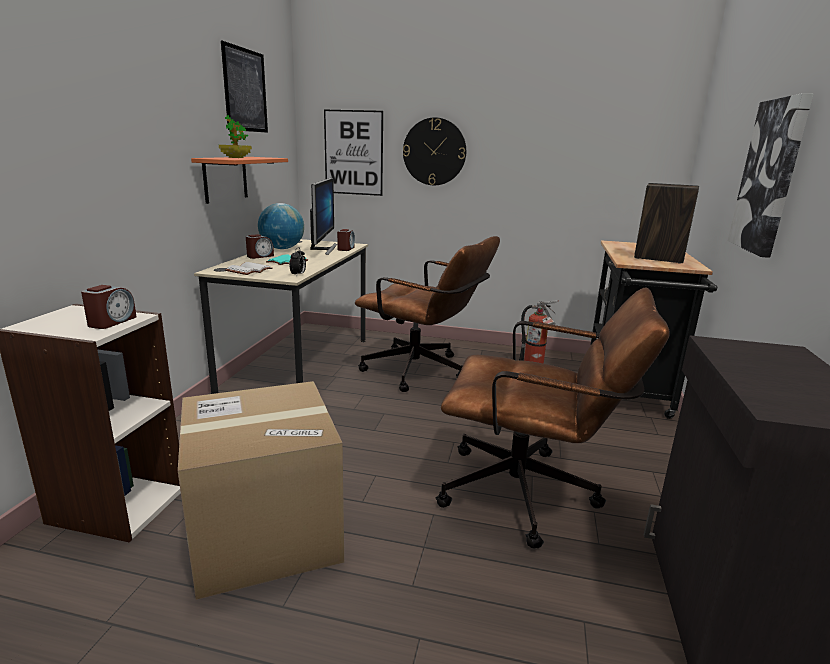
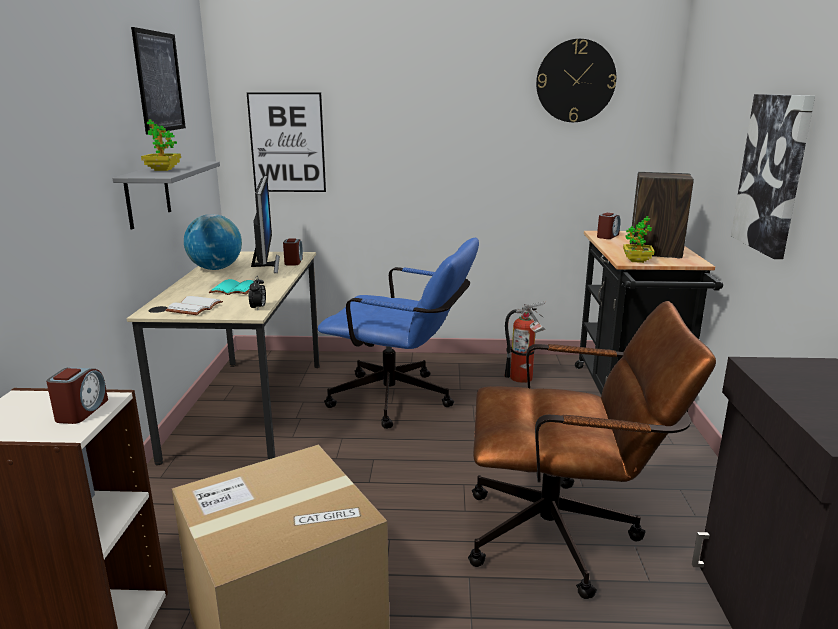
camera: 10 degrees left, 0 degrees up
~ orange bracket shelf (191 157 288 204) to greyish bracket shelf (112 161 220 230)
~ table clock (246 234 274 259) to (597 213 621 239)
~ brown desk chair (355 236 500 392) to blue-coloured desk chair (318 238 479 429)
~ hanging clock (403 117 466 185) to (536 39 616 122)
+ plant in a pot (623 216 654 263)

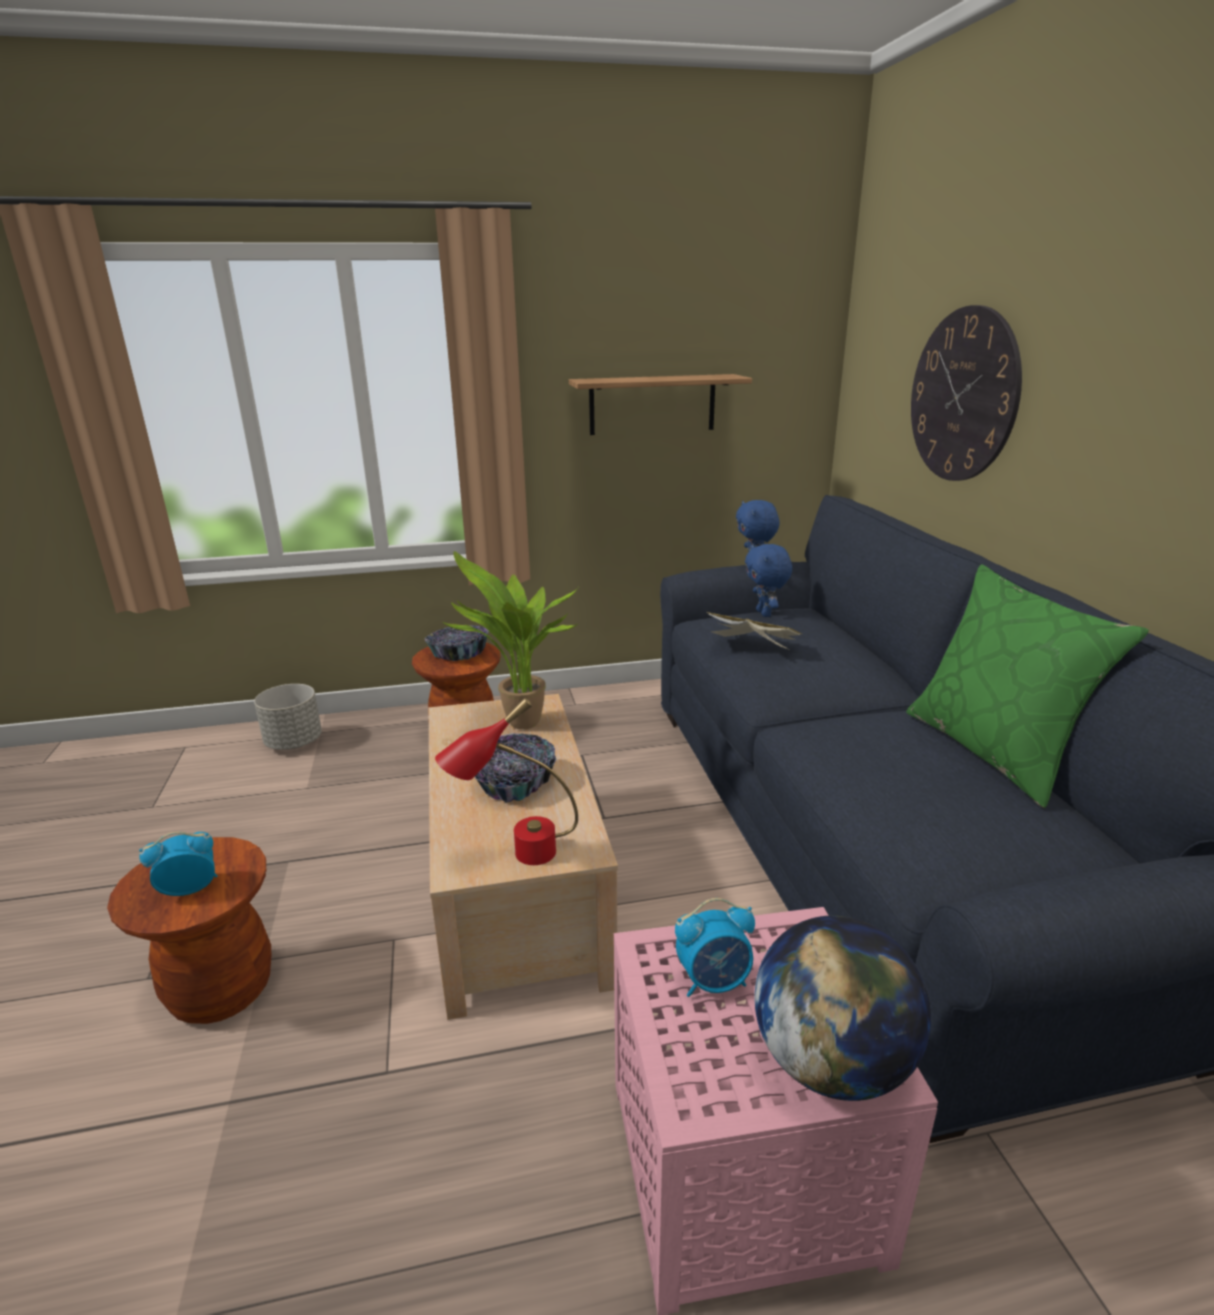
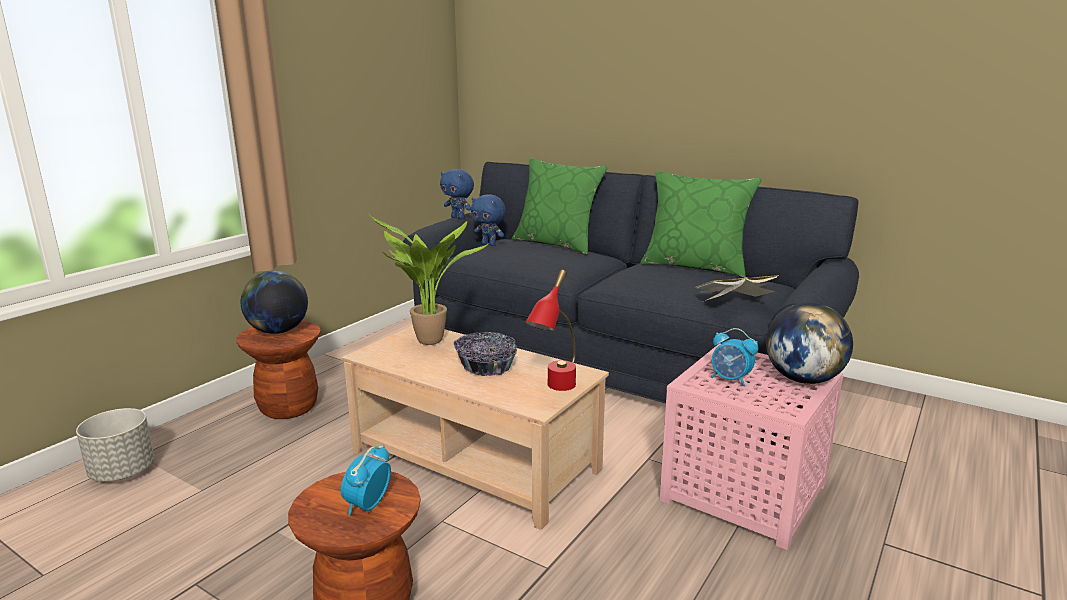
camera: 45 degrees left, 5 degrees down
~ bowl (425 625 489 661) to globe (241 271 308 334)
- bracket shelf (569 374 752 435)
~ table clock (675 898 755 997) = (711 328 758 386) 90 degrees clockwise
~ bound book (707 612 802 650) to (695 275 779 301)
- hanging clock (911 305 1022 481)
+ greenish cushion (512 158 608 255)

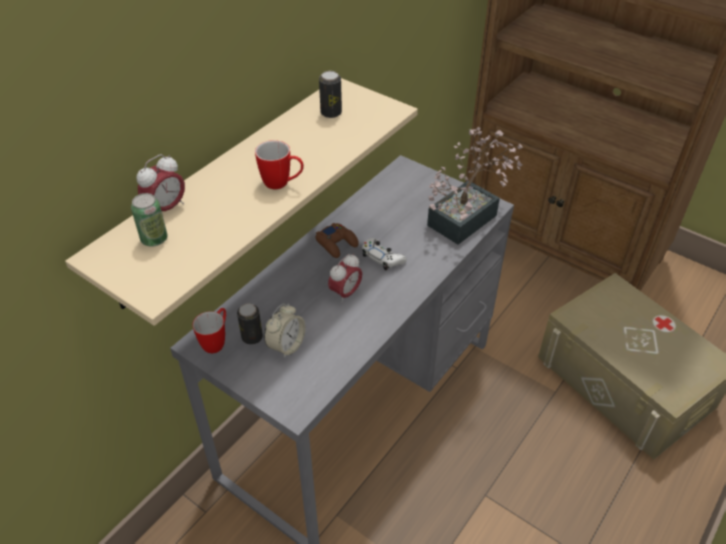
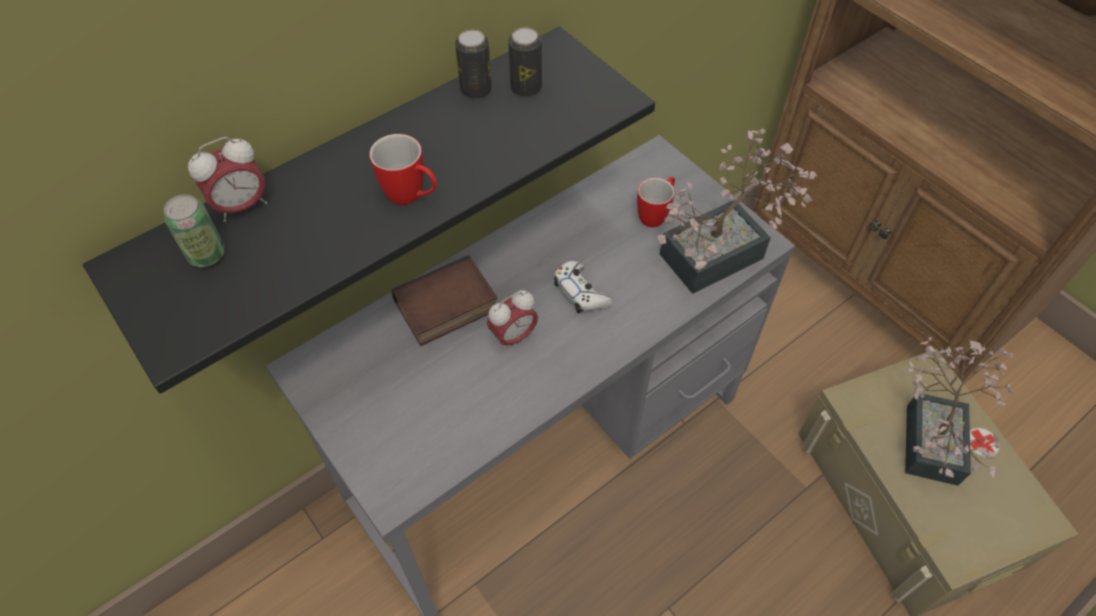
camera: 15 degrees right, 10 degrees up
~ sand-coloured bracket shelf (65 78 418 326) to blackish bracket shelf (83 27 655 394)
~ tea mug (192 308 226 353) to (637 177 675 227)
~ can (237 303 263 345) to (455 30 492 99)
- table clock (264 303 305 359)
- brown joypad (315 223 359 258)
+ bound book (392 255 497 346)
+ plant in a pot (905 337 1013 486)

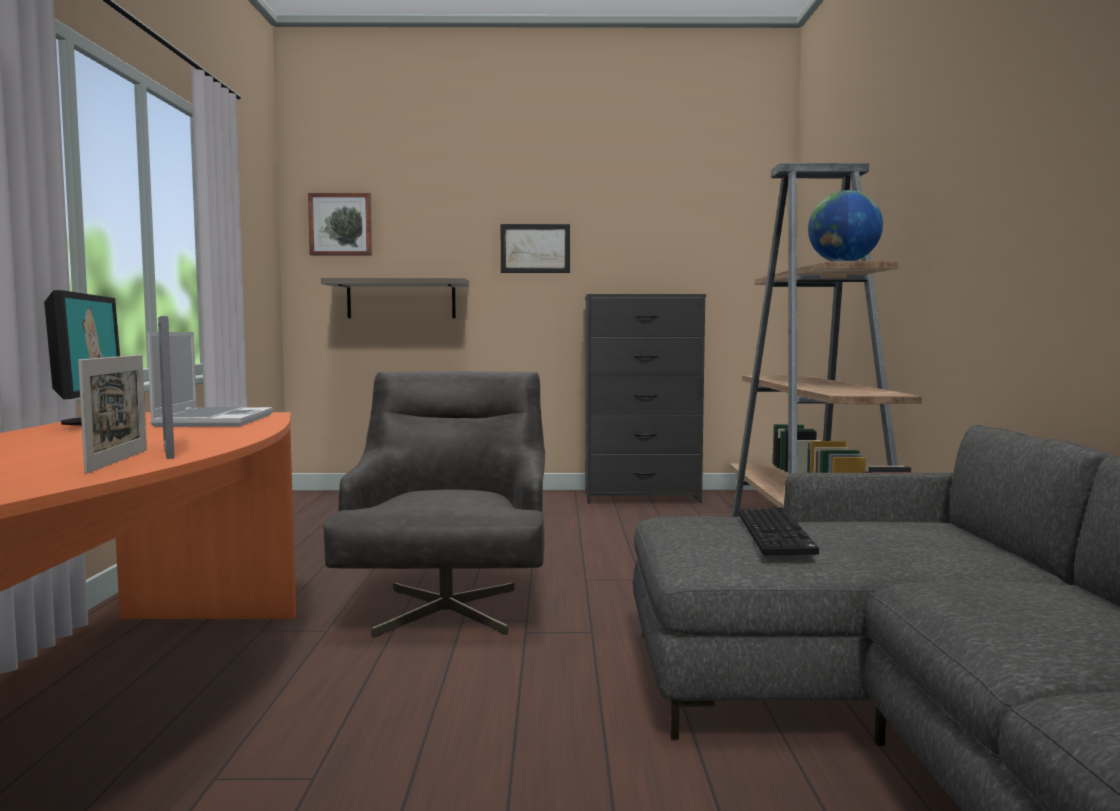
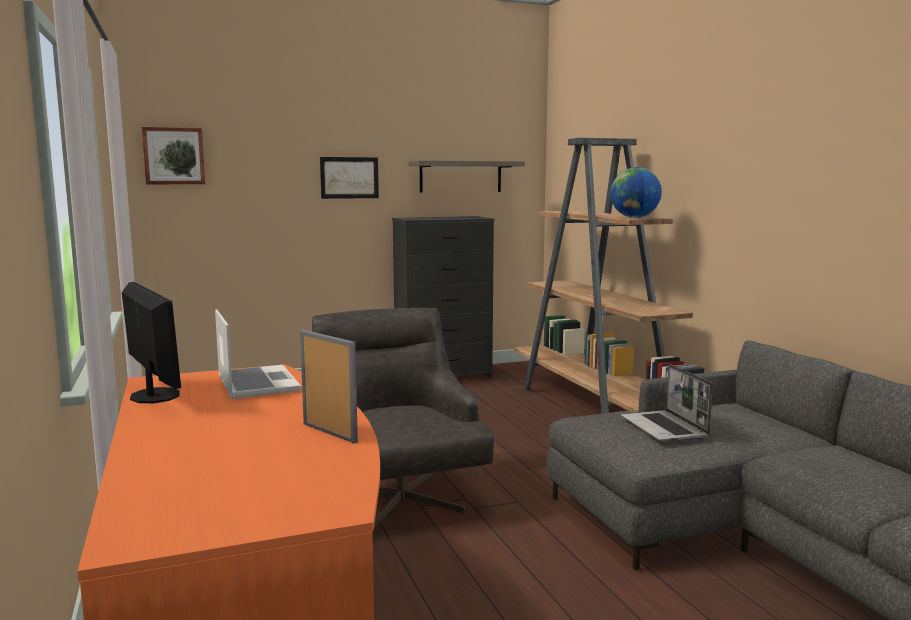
camera: 20 degrees left, 5 degrees up
- standing frame (78 355 147 474)
~ bracket shelf (321 278 469 318) to (409 160 525 192)
~ PC keyboard (739 507 819 556) to laptop (621 364 713 442)

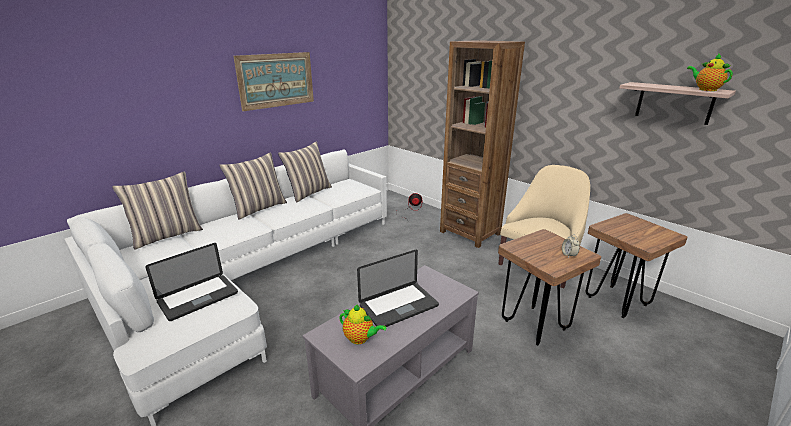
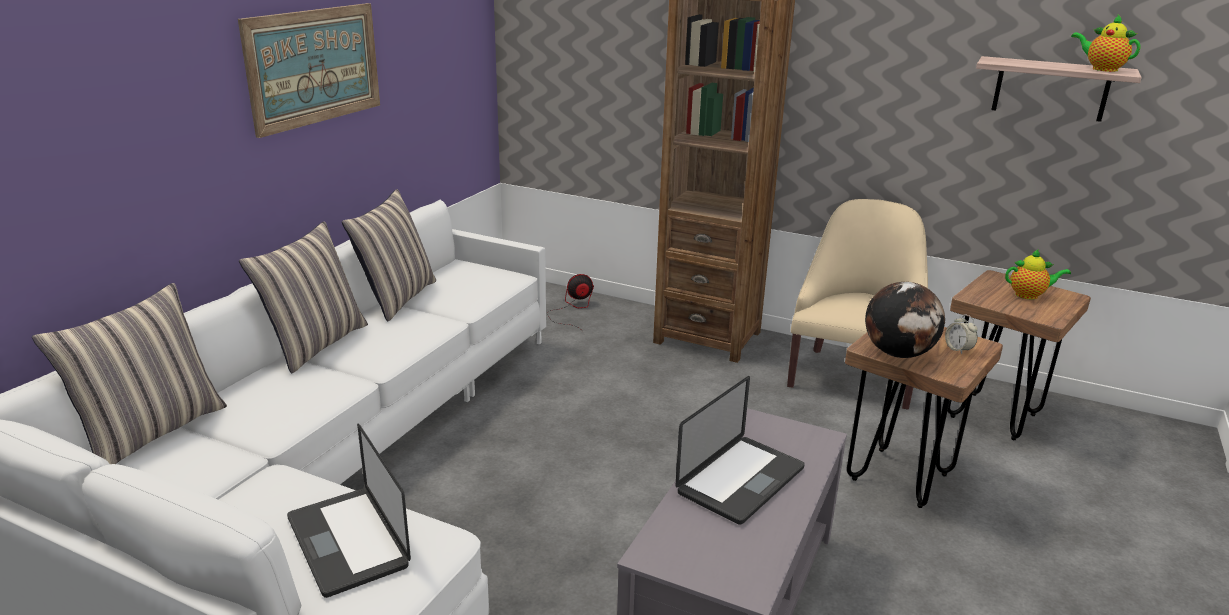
camera: 20 degrees left, 0 degrees up
~ laptop (145 243 238 321) = (287 424 411 598) 120 degrees clockwise
~ tea pot (339 304 386 344) to (1005 249 1071 299)
+ globe (865 282 945 358)

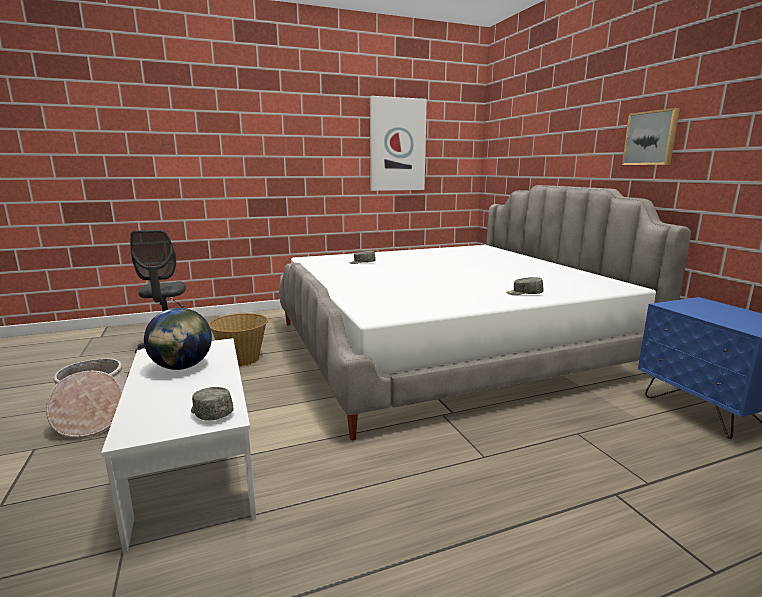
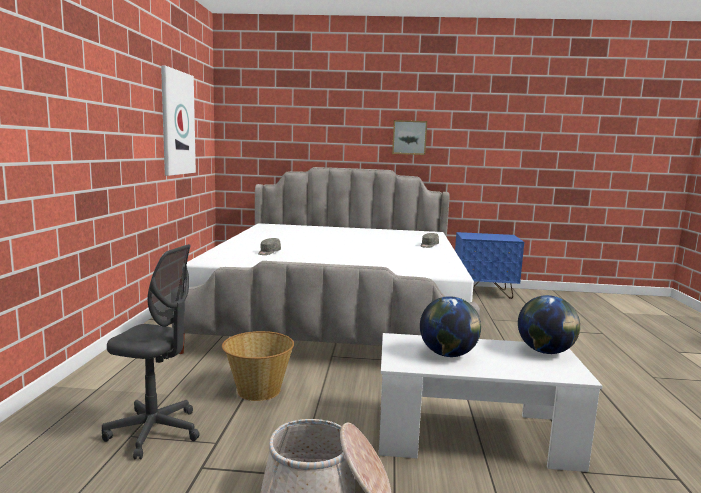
camera: 65 degrees left, 5 degrees down
~ greyish baseball cap (191 387 234 421) to globe (518 295 580 354)

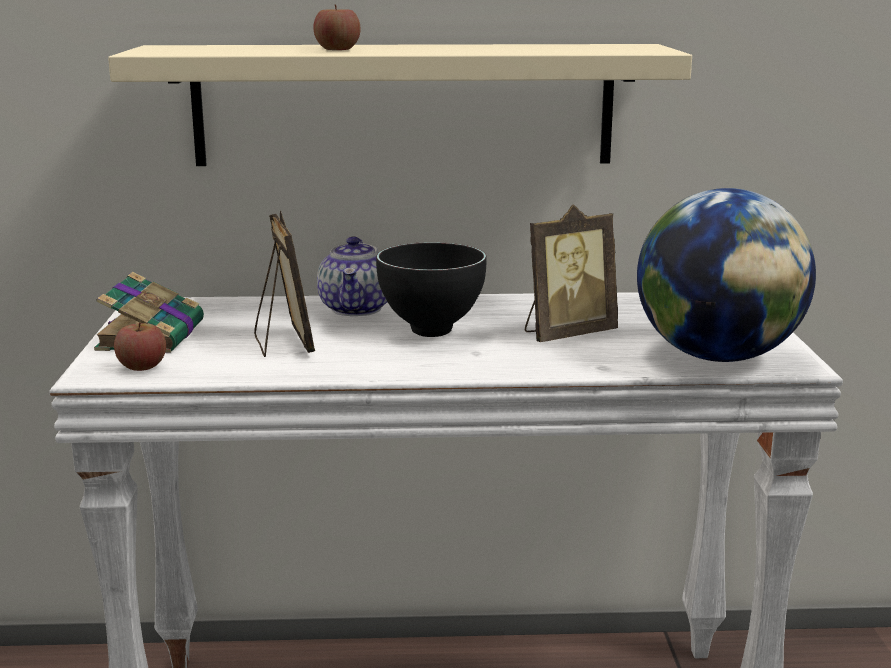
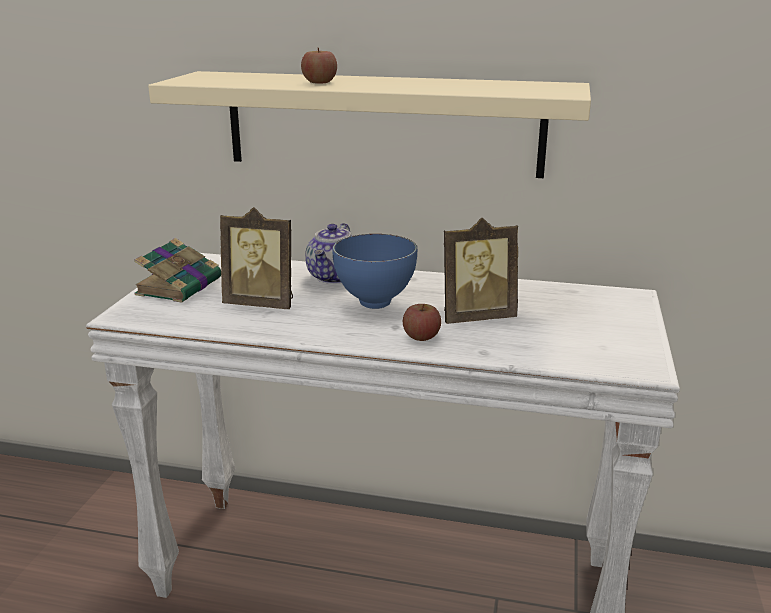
camera: 15 degrees right, 5 degrees up
~ apple fruit (114 322 166 371) to (403 304 441 341)
~ standing frame (254 211 315 357) = (220 207 293 309) 105 degrees clockwise
~ blackish bowl (376 242 487 337) to blue-coloured bowl (332 234 417 309)
- globe (637 188 816 362)

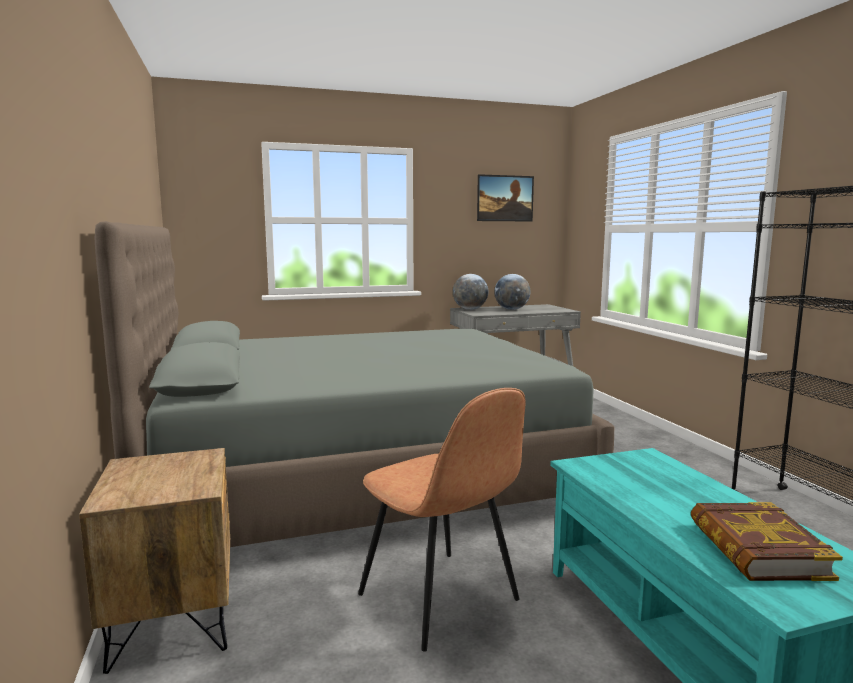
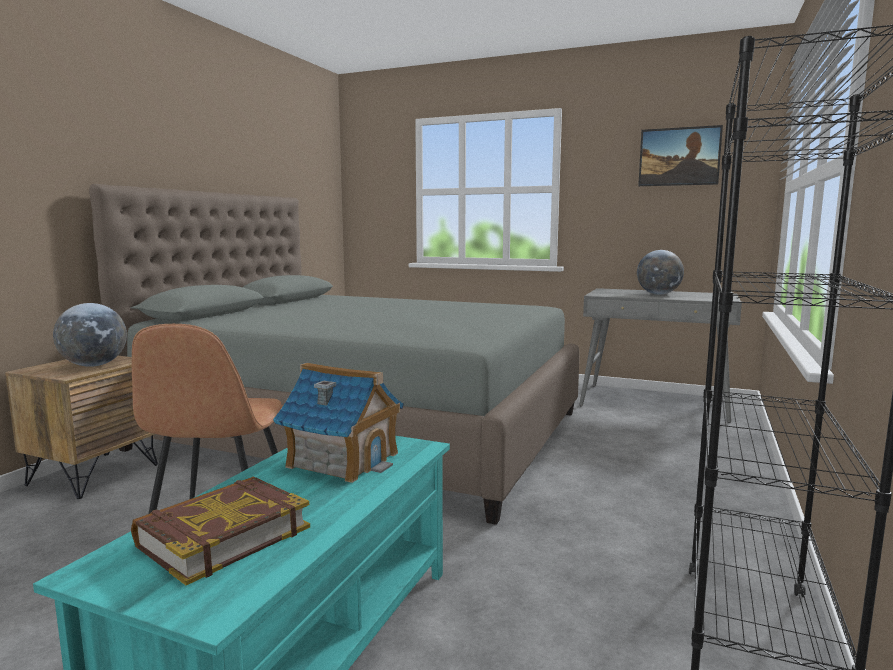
camera: 40 degrees right, 0 degrees up
~ globe (453 274 488 310) to (53 303 127 367)
+ toy house (273 363 404 483)

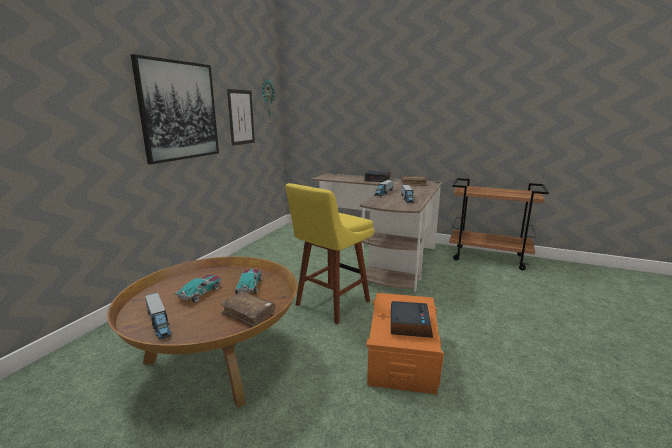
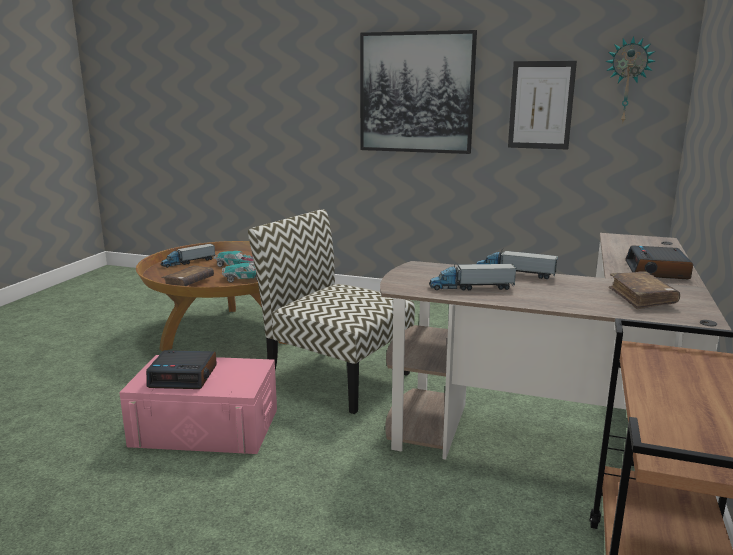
camera: 85 degrees right, 0 degrees up
~ yellowish stool (285 183 374 324) to upright chair (248 209 415 414)
~ orange storage bin (366 293 444 394) to pink storage bin (119 355 277 454)

